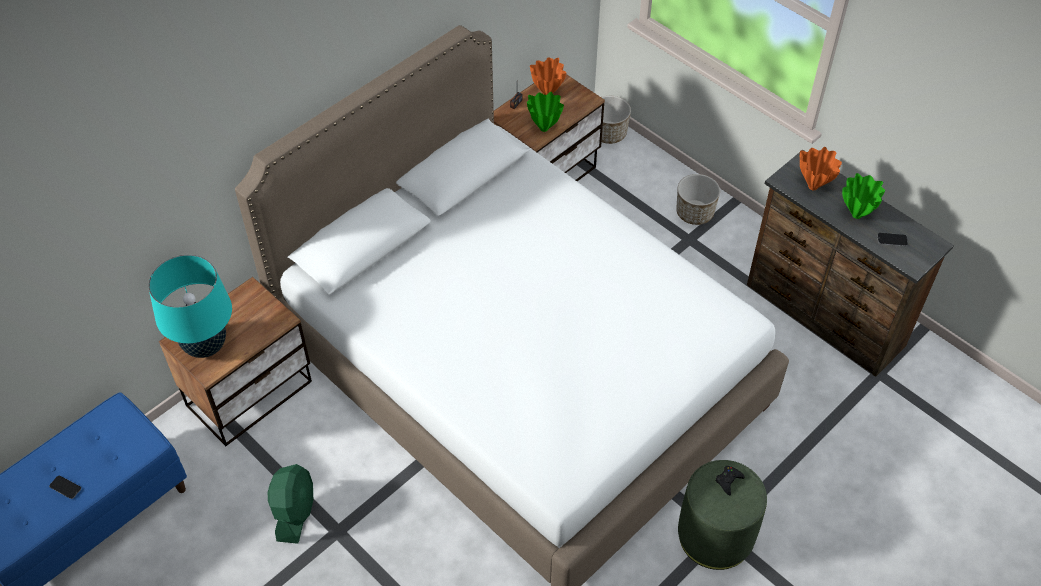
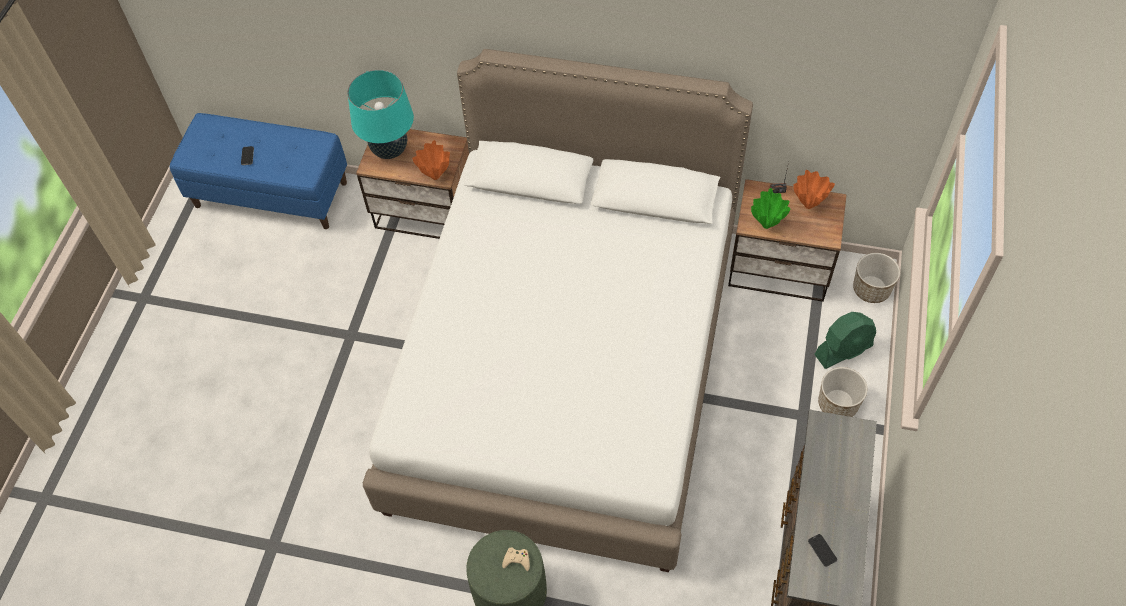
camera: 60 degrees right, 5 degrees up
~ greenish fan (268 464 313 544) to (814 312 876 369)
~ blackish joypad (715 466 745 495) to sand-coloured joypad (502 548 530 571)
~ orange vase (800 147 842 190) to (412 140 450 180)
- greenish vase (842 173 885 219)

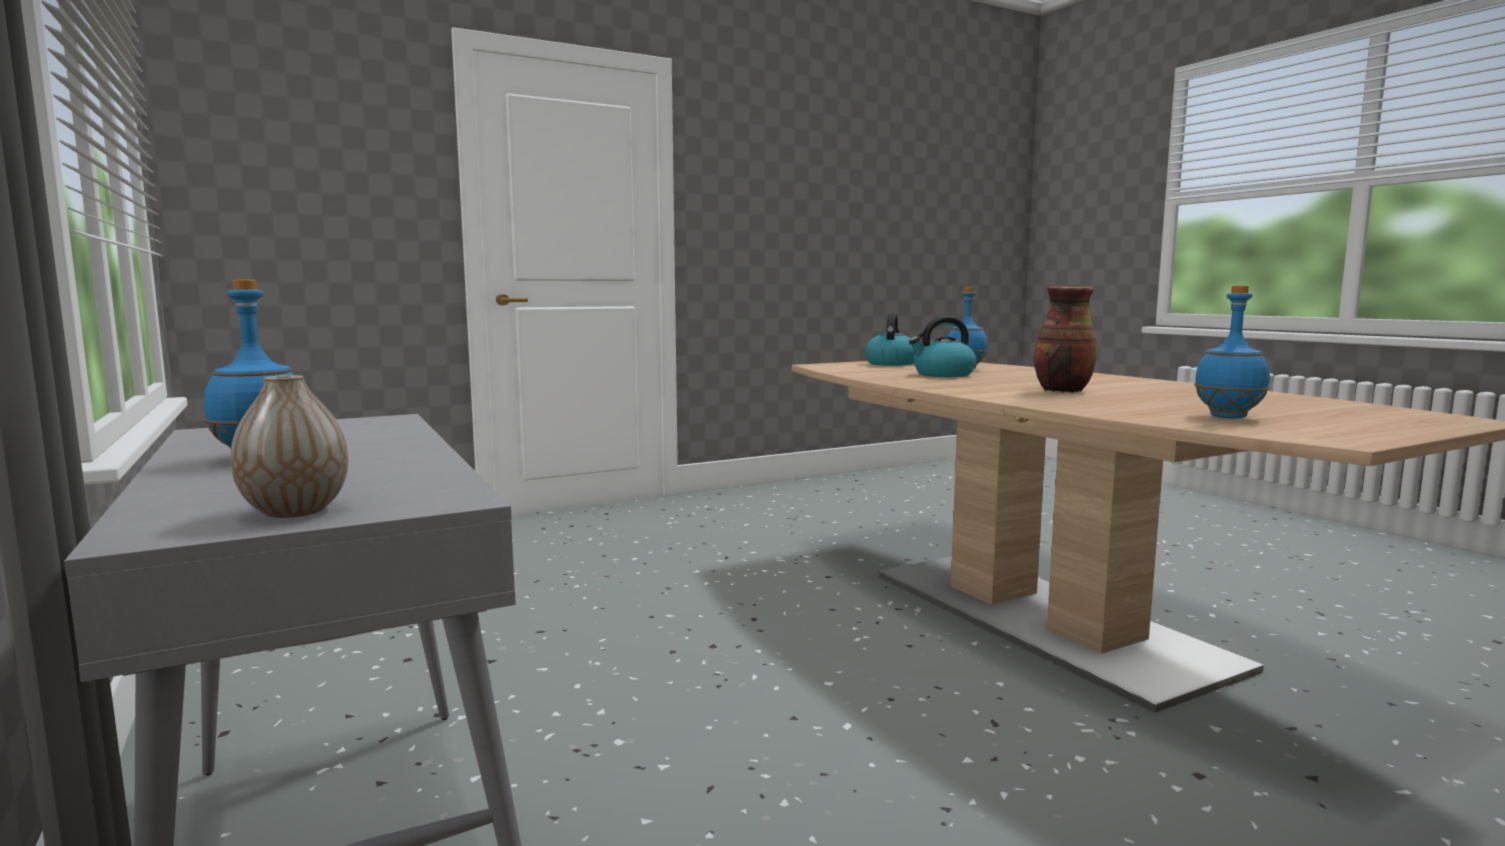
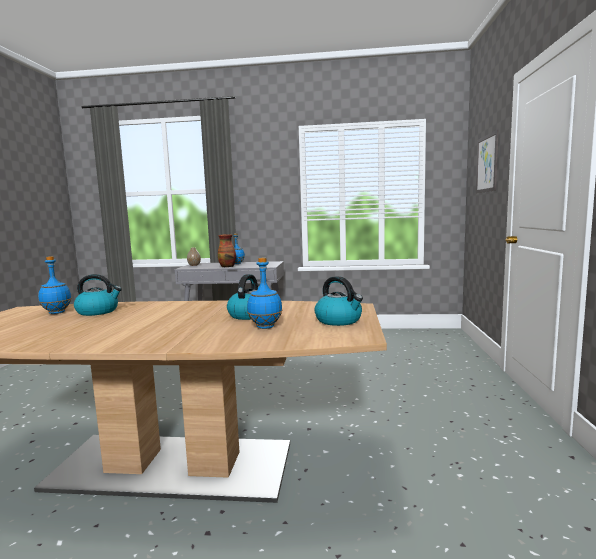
camera: 125 degrees right, 0 degrees up
~ vase (1034 287 1097 393) to (218 234 236 268)
+ kettle (74 274 122 316)
+ wall art (476 130 499 193)

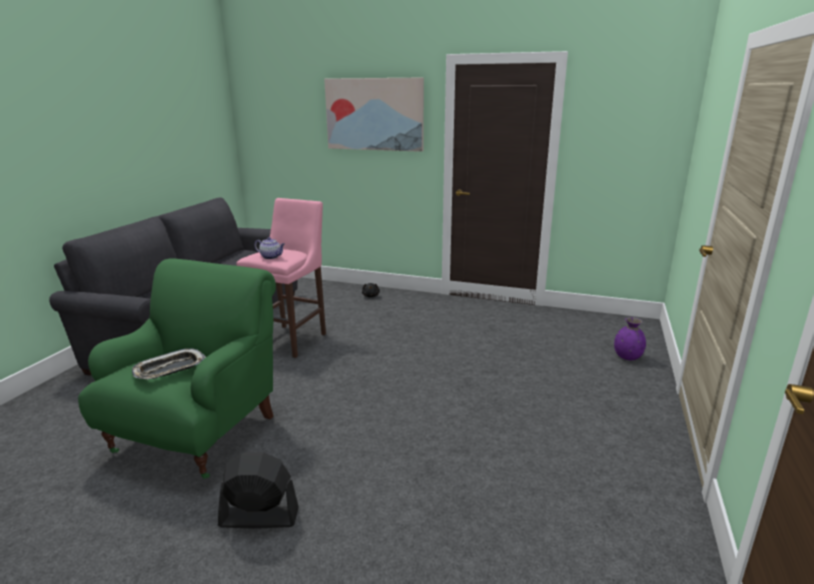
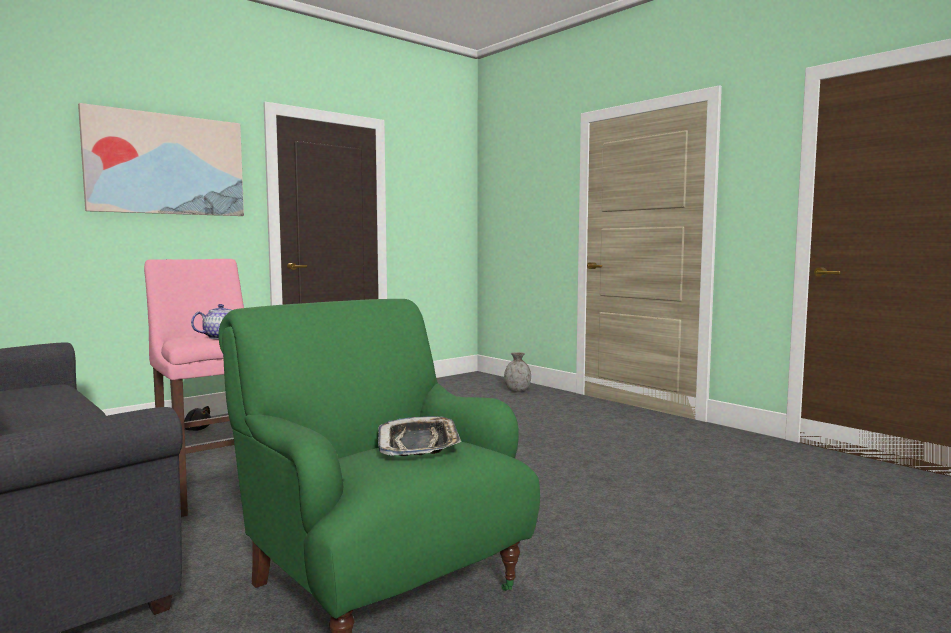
camera: 60 degrees left, 15 degrees down
- blackish fan (218 452 299 529)
~ purple-coloured vase (614 317 646 360) to greyish vase (504 352 531 392)

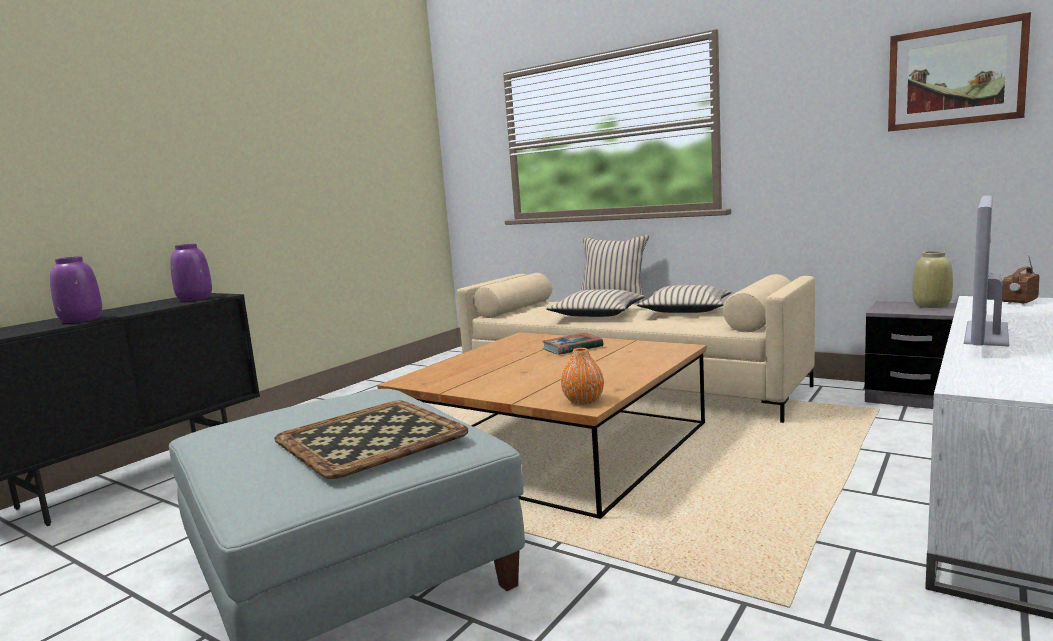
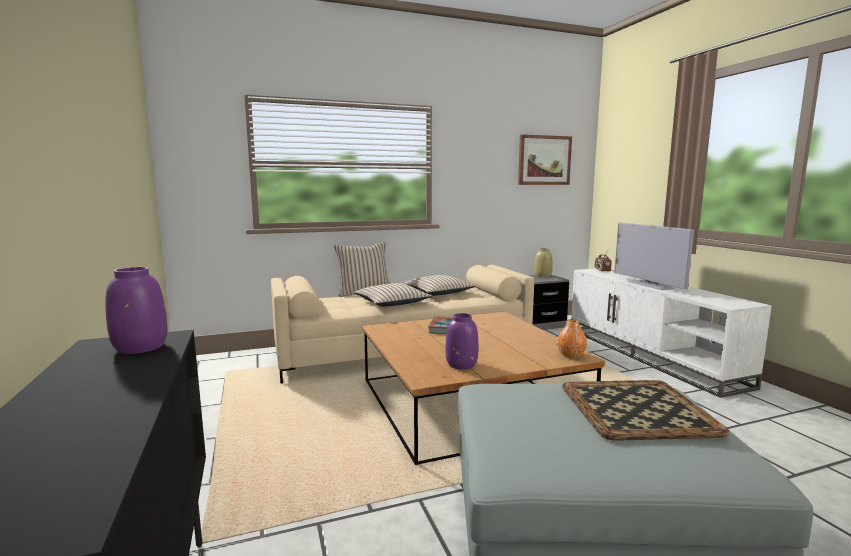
camera: 55 degrees left, 0 degrees up
~ purple-coloured vase (50 256 102 323) to (446 313 478 369)

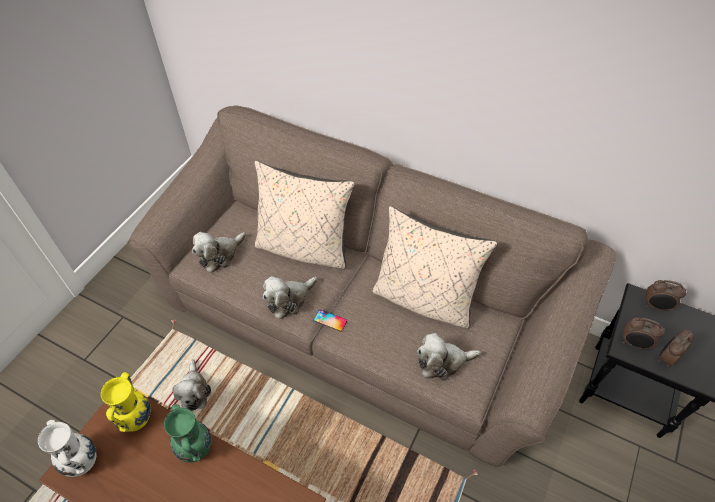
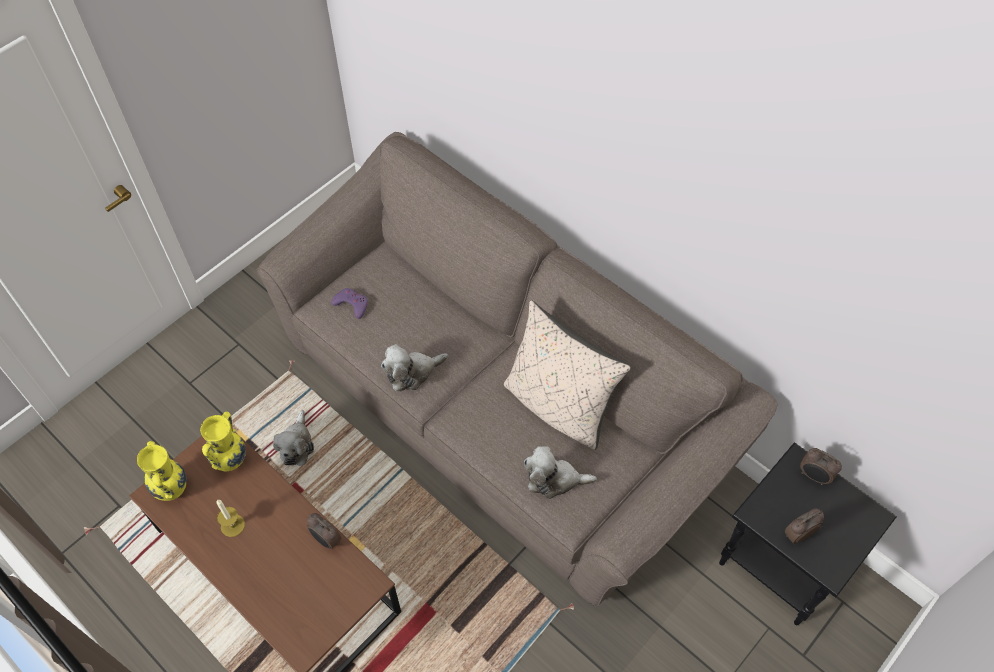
camera: 15 degrees right, 5 degrees up
~ whitish vase (38 420 97 477) to yellowish vase (137 441 187 501)
- greenish vase (164 404 211 463)
~ cuddly toy (192 232 246 273) to purple-coloured joypad (331 288 368 319)
- sand-coloured cushion (255 161 354 269)
- handset (314 310 347 332)
~ table clock (623 317 665 351) to (307 513 341 550)
+ wax candle (216 500 245 537)

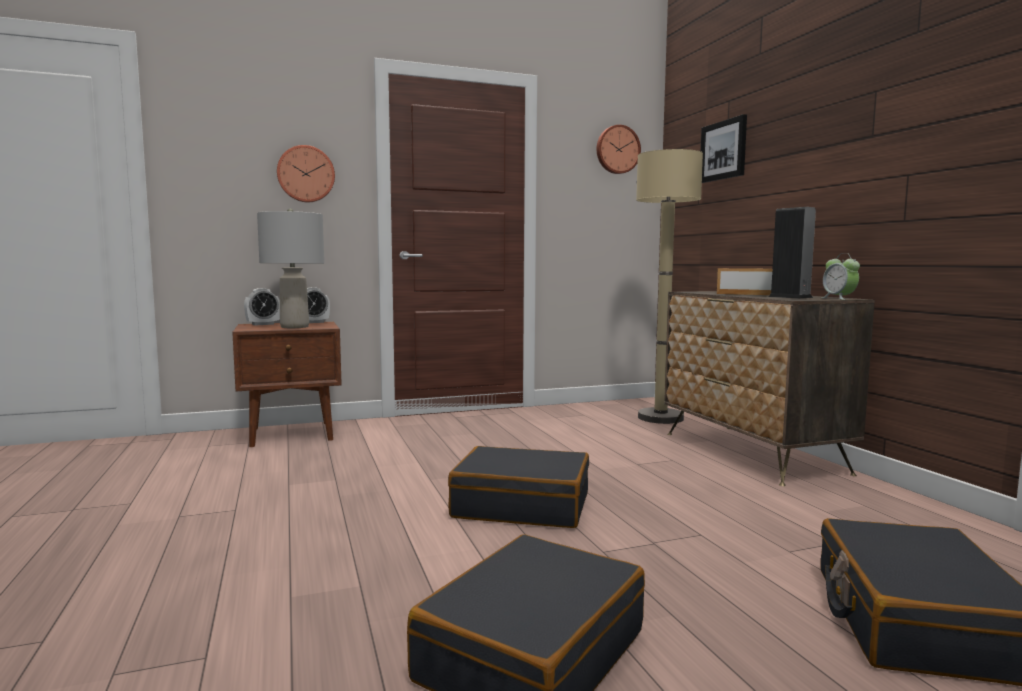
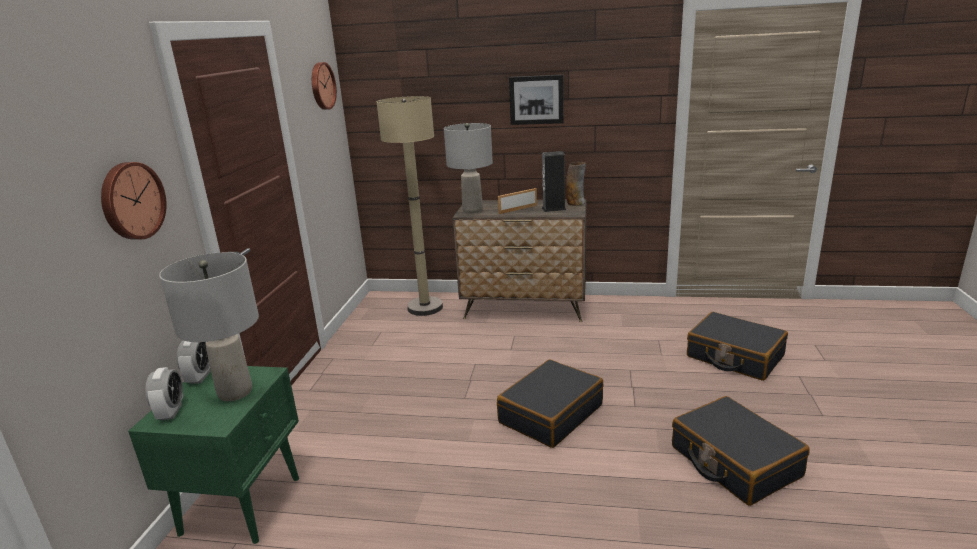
camera: 60 degrees left, 15 degrees up
~ brown night table (232 322 342 447) to greenish night table (128 366 299 544)
~ wall art (701 114 747 183) to (509 75 564 125)
~ table clock (822 253 860 300) to vase (566 162 586 206)
+ greyish table lamp (444 123 493 213)

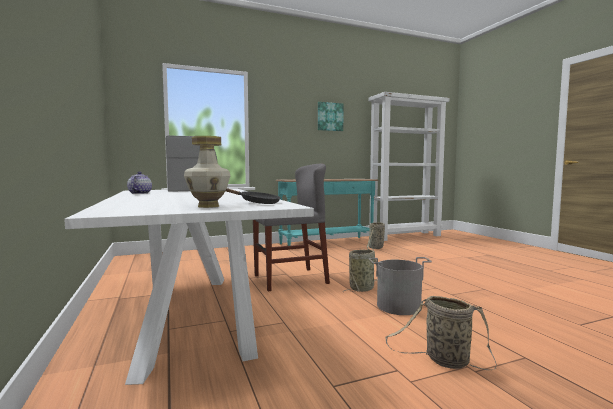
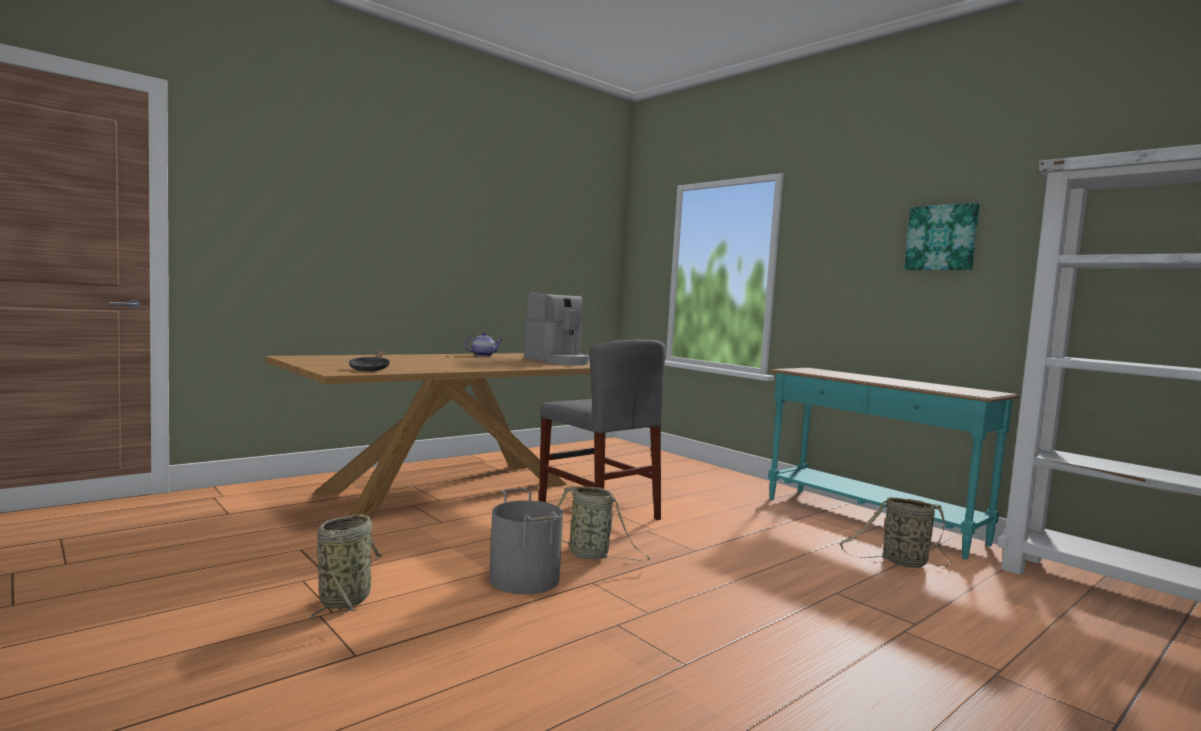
camera: 70 degrees right, 0 degrees up
~ whitish dining table (64 188 314 385) to brown dining table (266 353 591 518)
- vase (184 136 230 208)

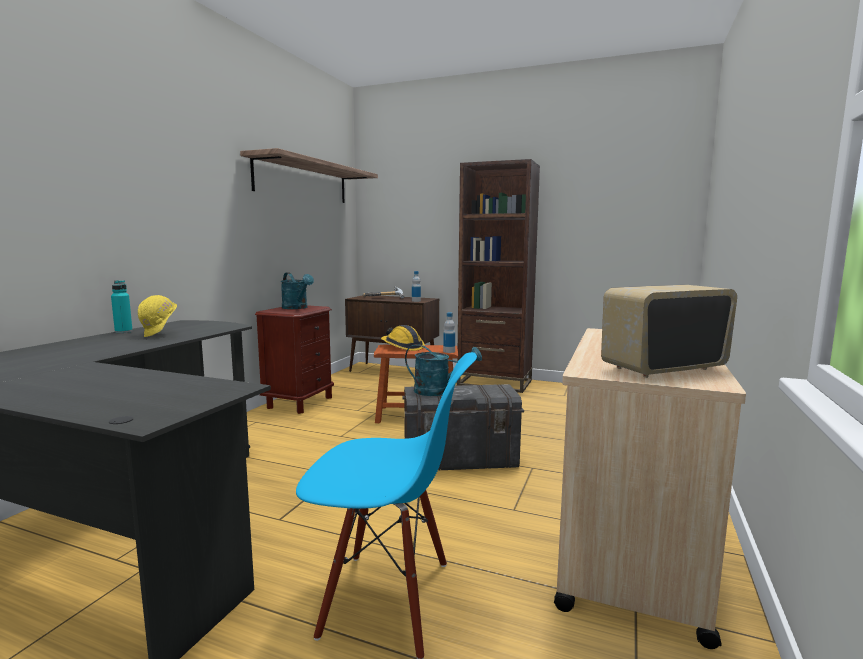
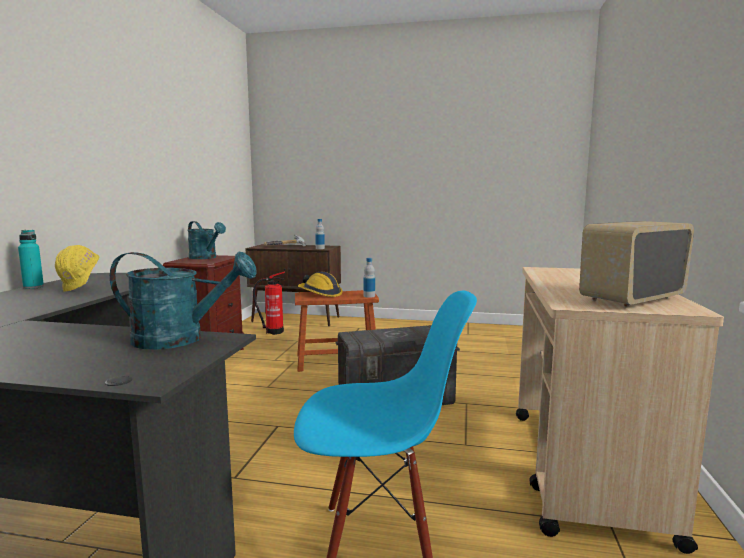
camera: 10 degrees left, 0 degrees up
- bracket shelf (240 148 378 203)
~ blue-green watering can (405 344 482 396) to (110 252 256 349)
- brown shelving unit (457 159 540 393)
+ extinguisher (253 272 285 335)

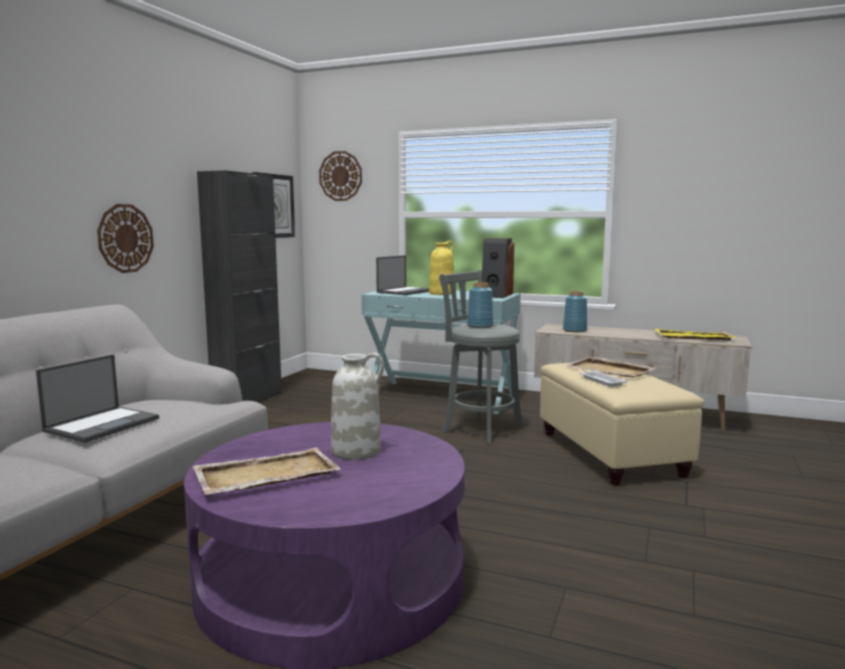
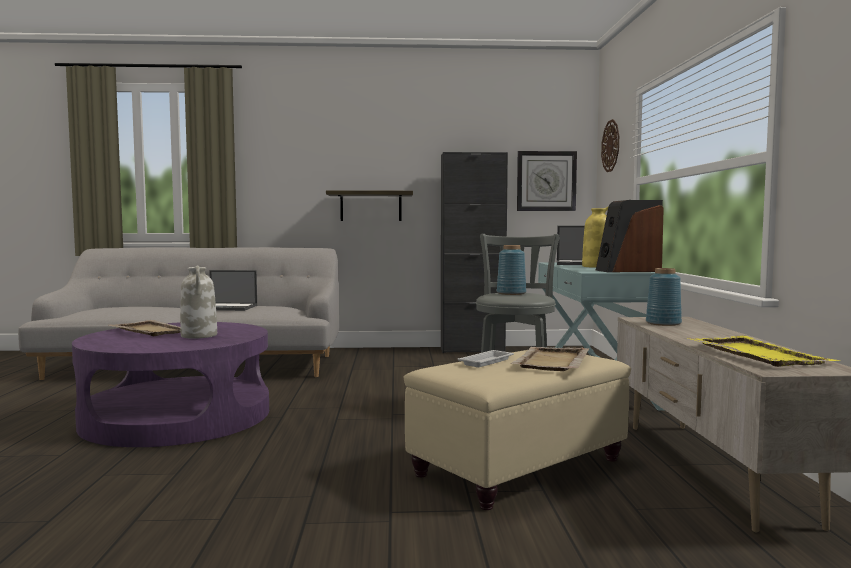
camera: 65 degrees right, 5 degrees down
~ hanging clock (97 204 154 273) to bracket shelf (326 190 413 221)

